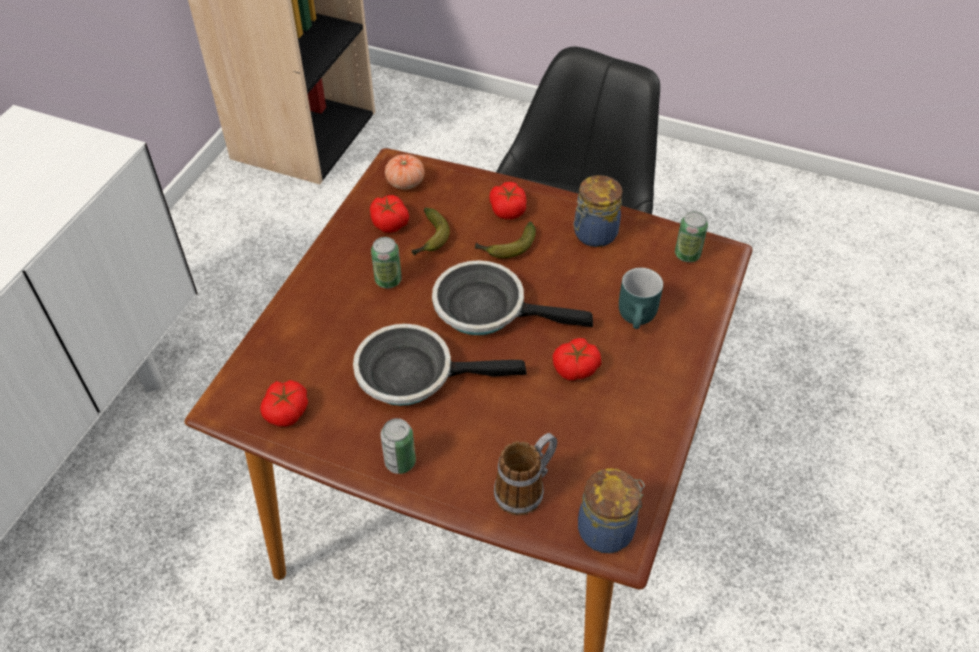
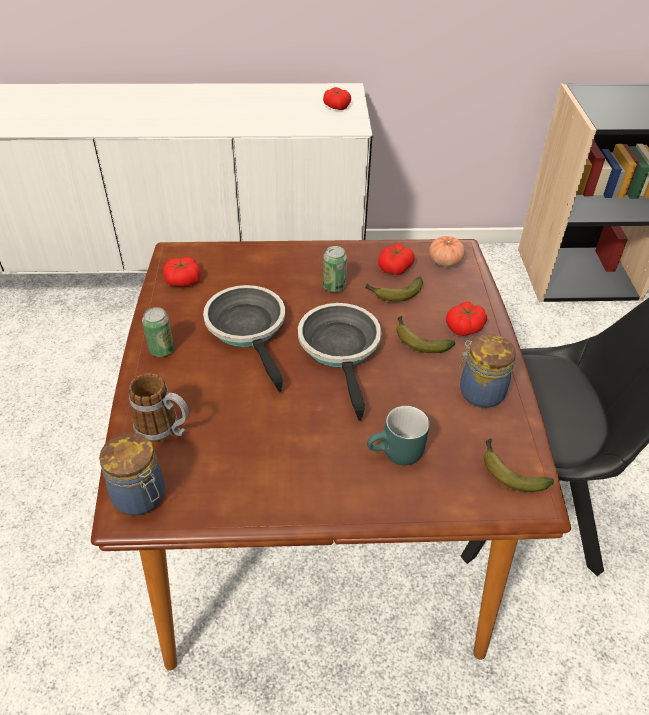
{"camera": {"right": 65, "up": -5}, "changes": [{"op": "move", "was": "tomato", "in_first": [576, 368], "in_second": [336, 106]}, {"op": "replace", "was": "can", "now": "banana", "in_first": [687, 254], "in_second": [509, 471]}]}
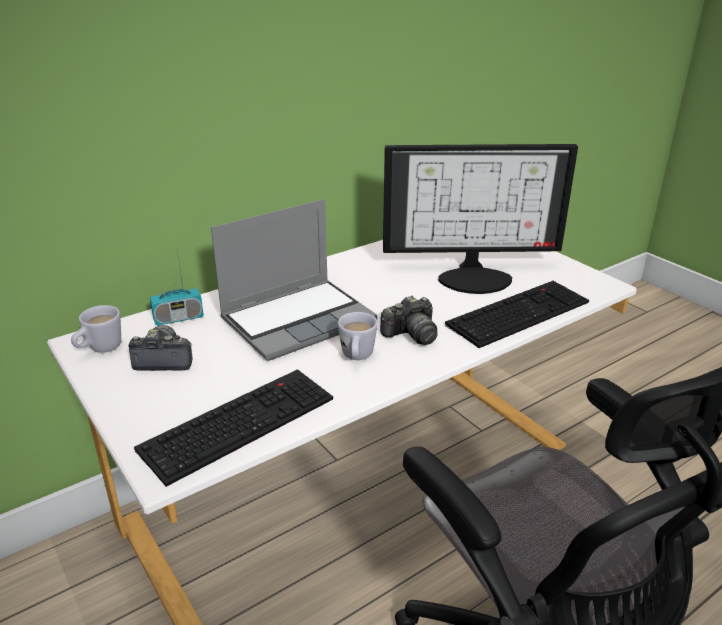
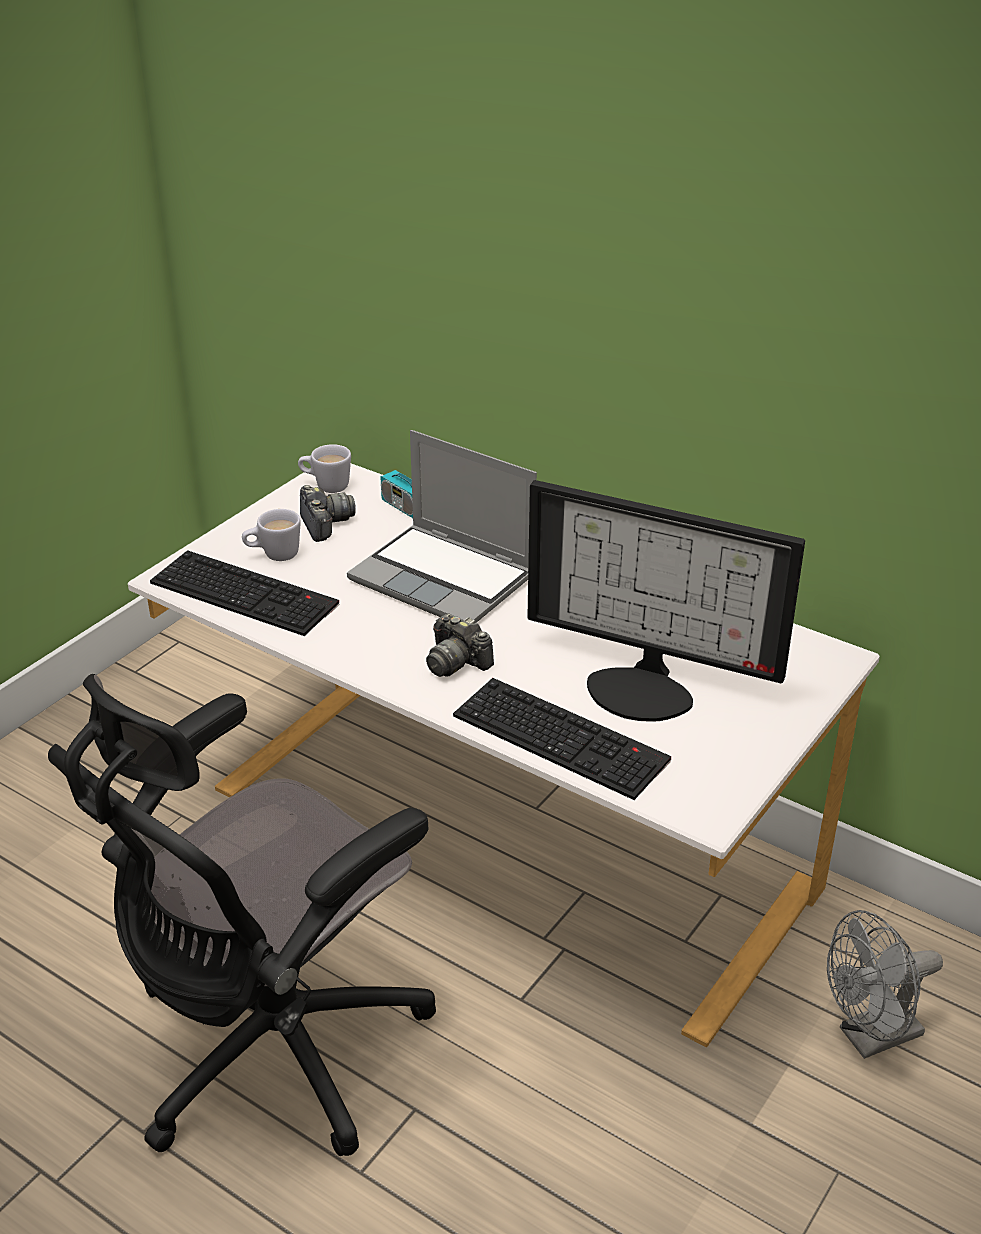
{"camera": {"right": 70, "up": 5}, "changes": [{"op": "move", "was": "white mug", "in_first": [357, 358], "in_second": [273, 555]}, {"op": "rotate", "was": "monitor", "in_first": [475, 276], "in_second": [644, 687], "clockwise": -45}, {"op": "insert", "now": "grey fan", "in_second": [870, 1038]}]}
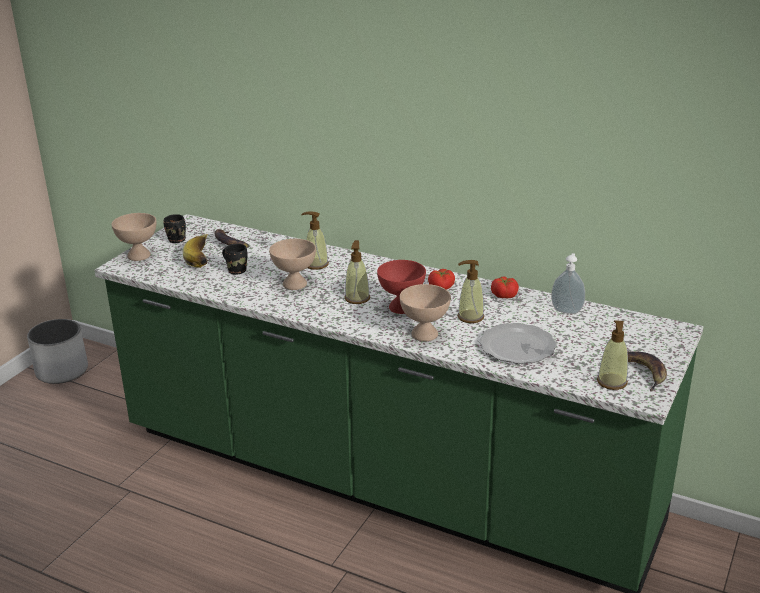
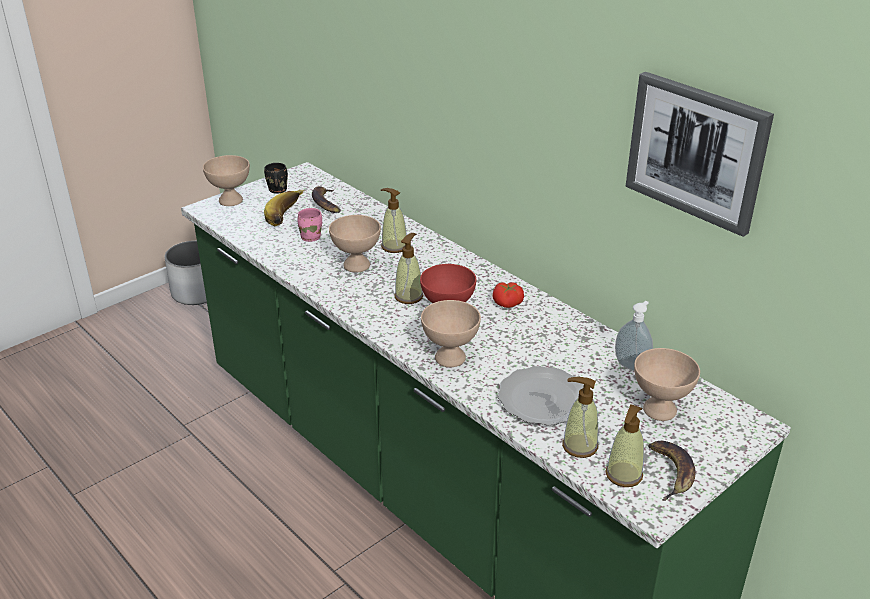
{"camera": {"right": 20, "up": 5}, "changes": [{"op": "recolor", "was": "black mug", "now": "pink mug", "in_first": [237, 270], "in_second": [311, 236]}, {"op": "move", "was": "soap dispenser", "in_first": [470, 317], "in_second": [579, 446]}, {"op": "insert", "now": "picture", "in_second": [696, 151]}, {"op": "insert", "now": "beige bowl", "in_second": [660, 410]}, {"op": "delete", "was": "tomato", "in_first": [504, 295]}]}
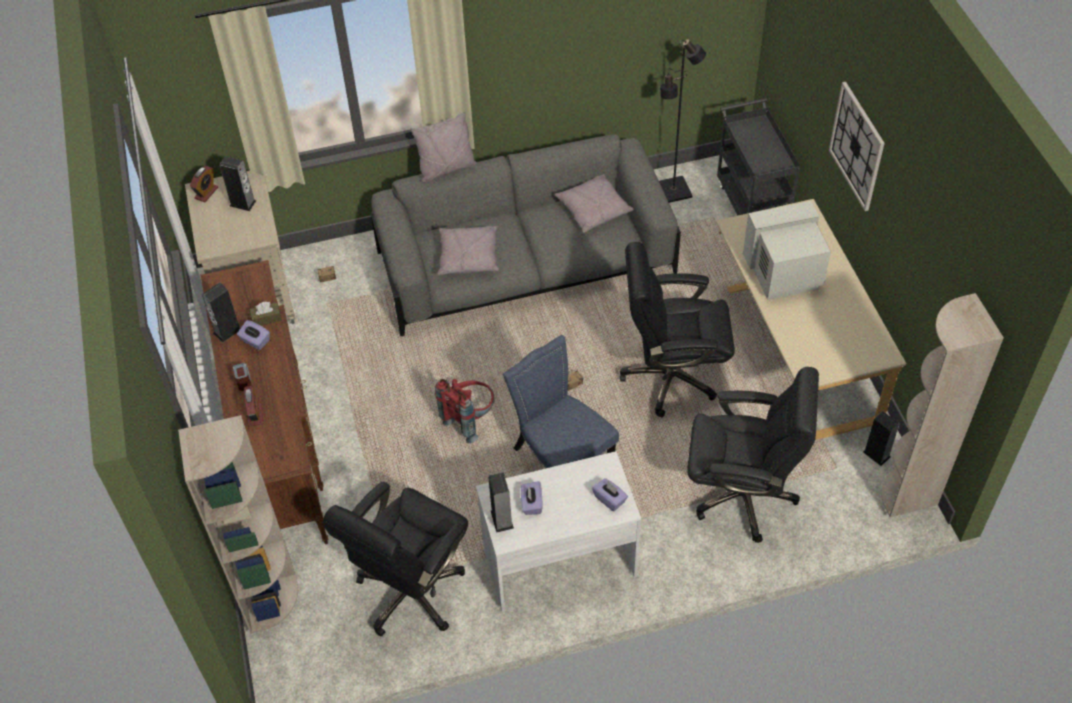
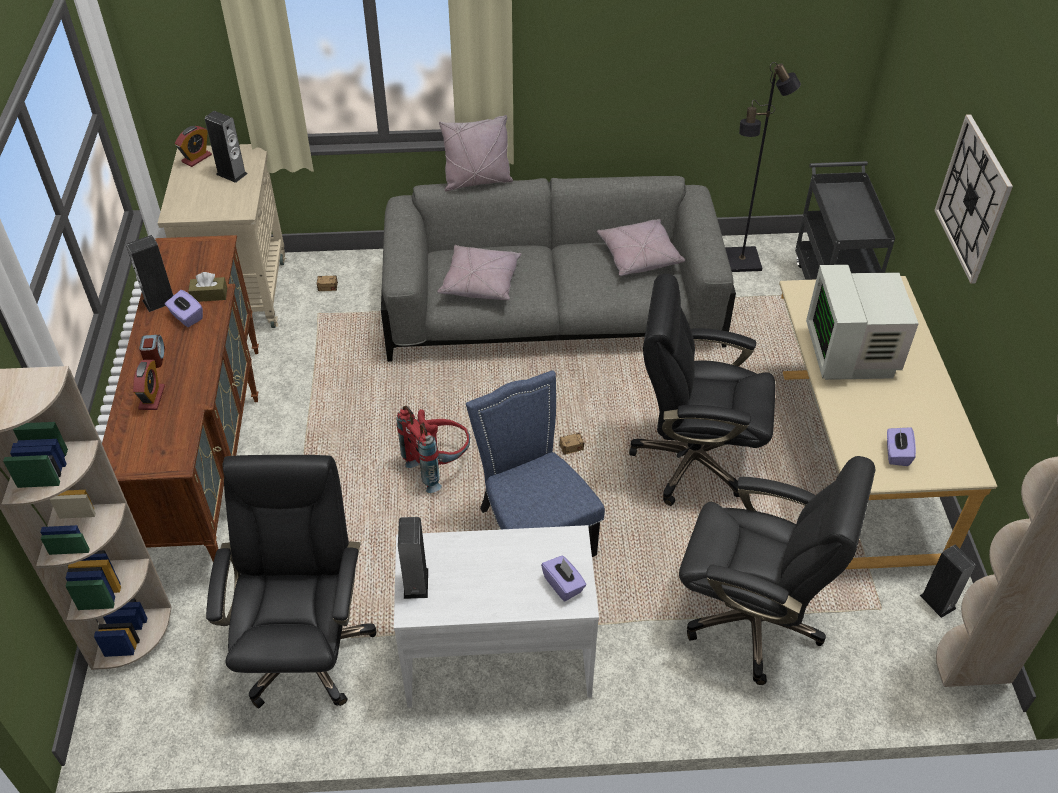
{"camera": {"right": 10, "up": -5}, "changes": [{"op": "rotate", "was": "black office chair", "in_first": [412, 589], "in_second": [306, 655], "clockwise": 135}, {"op": "rotate", "was": "monitor", "in_first": [783, 275], "in_second": [852, 354], "clockwise": -90}, {"op": "move", "was": "purple tissue box", "in_first": [531, 504], "in_second": [896, 454]}]}
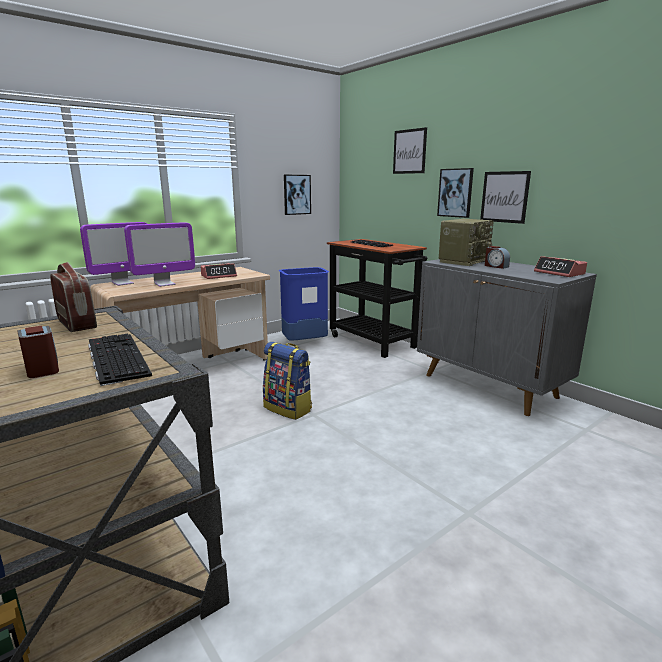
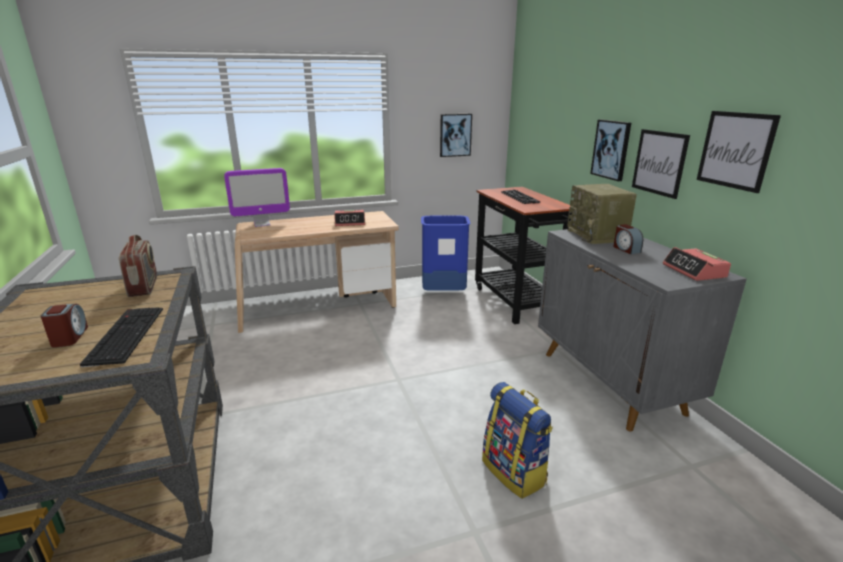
{"camera": {"right": 20, "up": 5}, "changes": [{"op": "move", "was": "backpack", "in_first": [288, 408], "in_second": [515, 472]}, {"op": "rotate", "was": "radio", "in_first": [463, 261], "in_second": [597, 236], "clockwise": 105}, {"op": "move", "was": "picture", "in_first": [409, 151], "in_second": [735, 150]}, {"op": "delete", "was": "monitor", "in_first": [165, 284]}]}
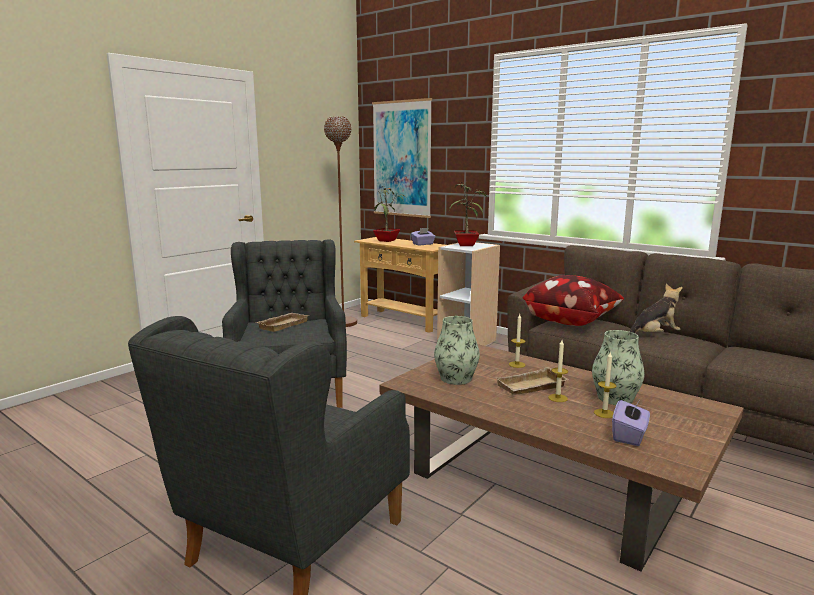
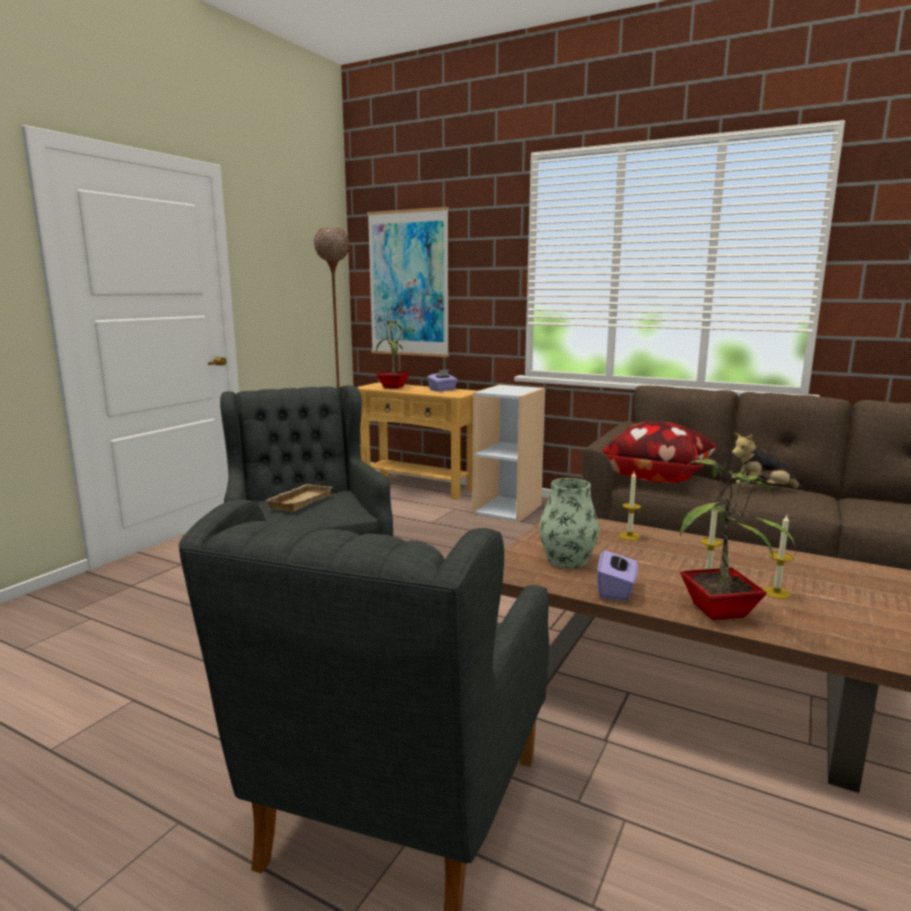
{"camera": {"right": -10, "up": 0}, "changes": [{"op": "move", "was": "purple tissue box", "in_first": [629, 436], "in_second": [616, 590]}, {"op": "move", "was": "potted plant", "in_first": [467, 245], "in_second": [722, 611]}, {"op": "rotate", "was": "plush toy", "in_first": [653, 335], "in_second": [761, 490], "clockwise": -150}, {"op": "delete", "was": "beige tray", "in_first": [531, 387]}, {"op": "delete", "was": "vase", "in_first": [615, 398]}]}
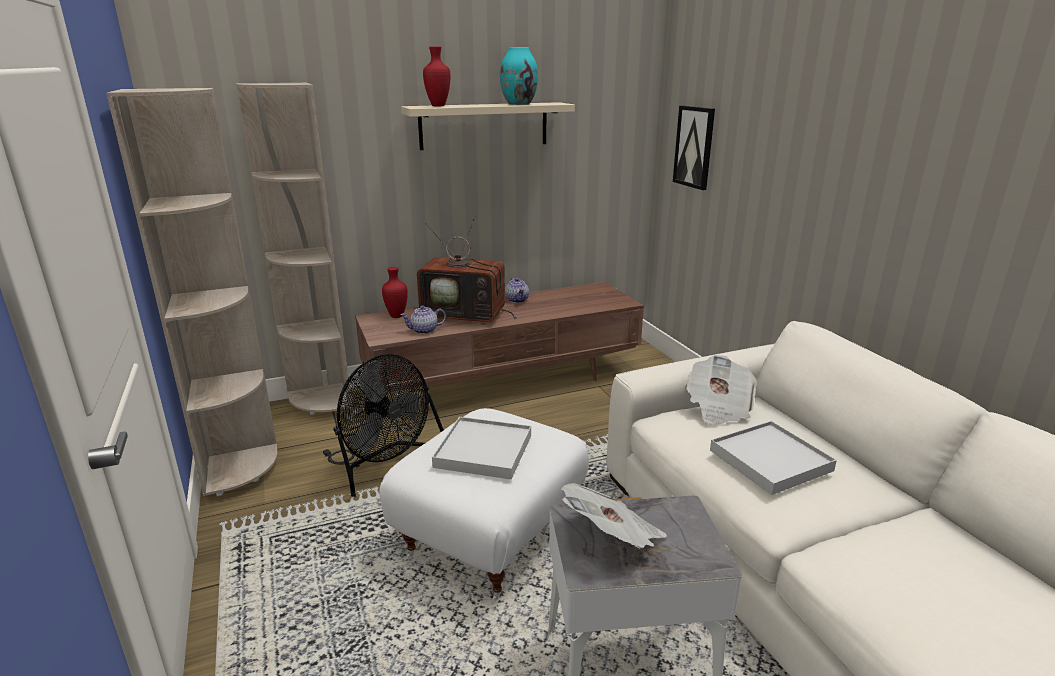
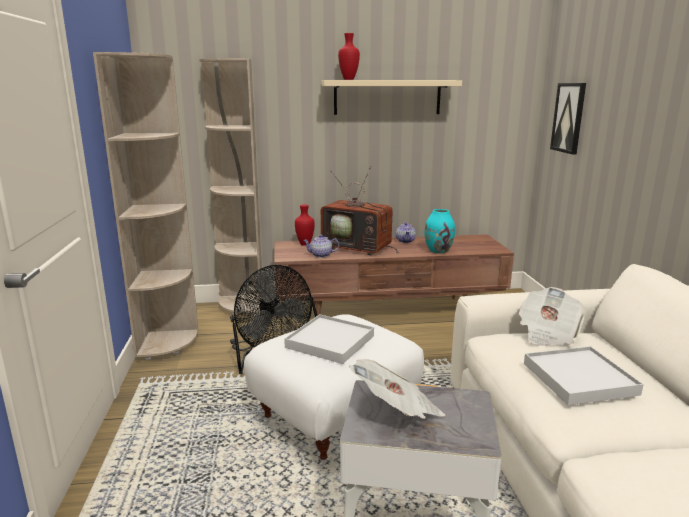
{"camera": {"right": 15, "up": -5}, "changes": [{"op": "move", "was": "turquoise vase", "in_first": [519, 104], "in_second": [438, 251]}]}
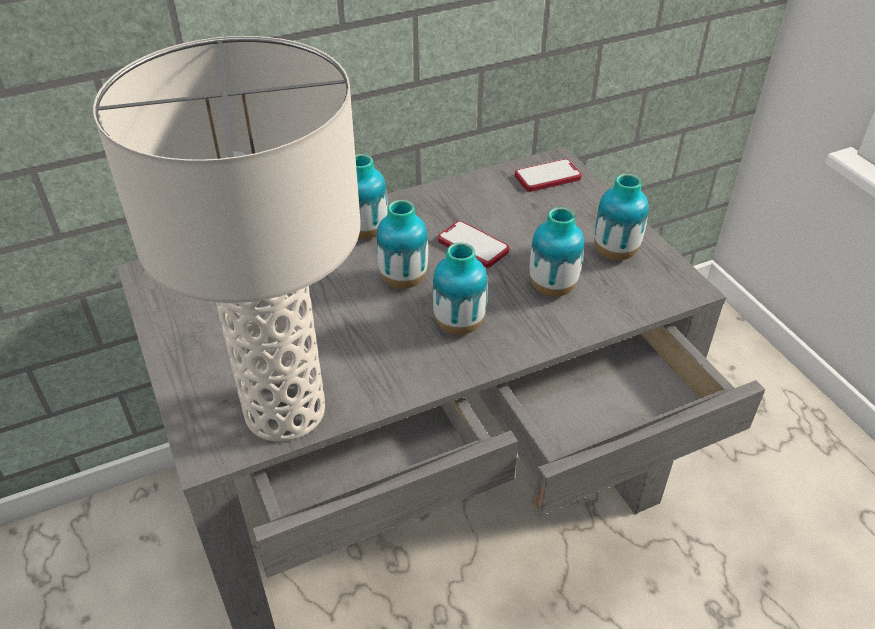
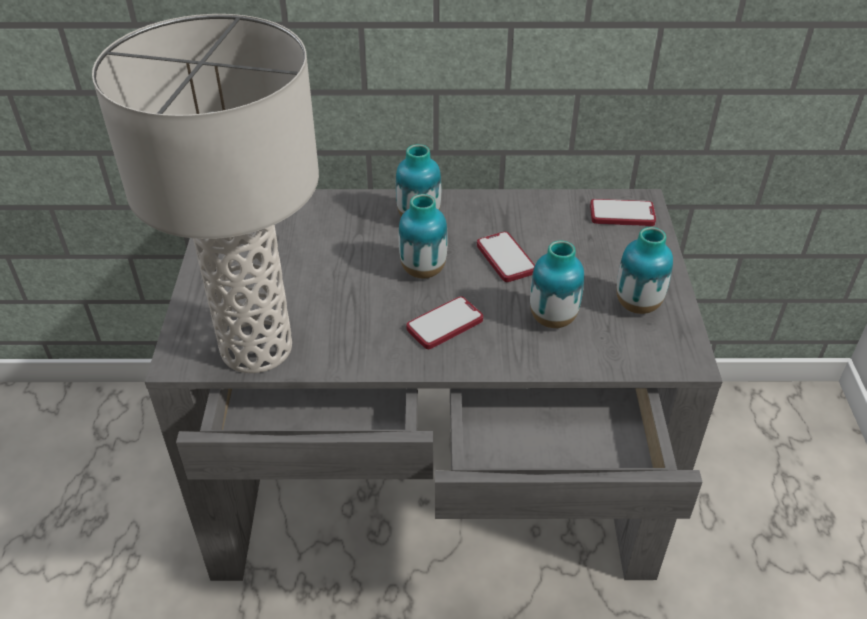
{"camera": {"right": 25, "up": 0}, "changes": [{"op": "replace", "was": "vase", "now": "phone", "in_first": [459, 325], "in_second": [445, 324]}]}
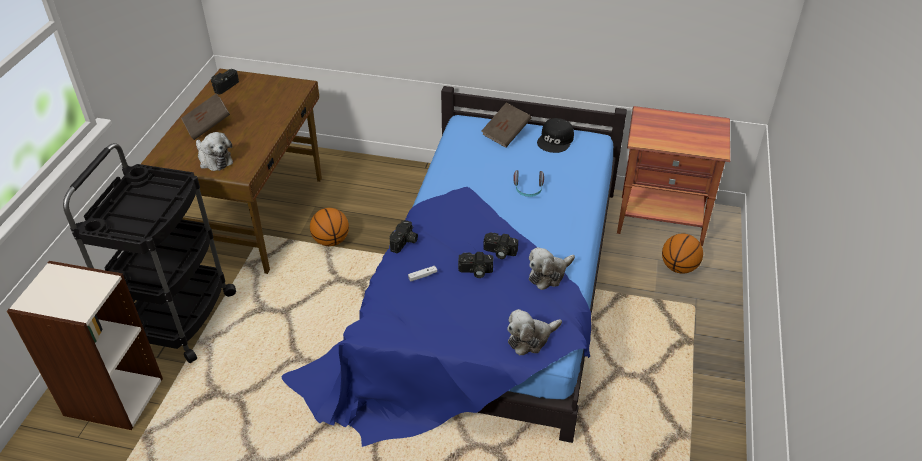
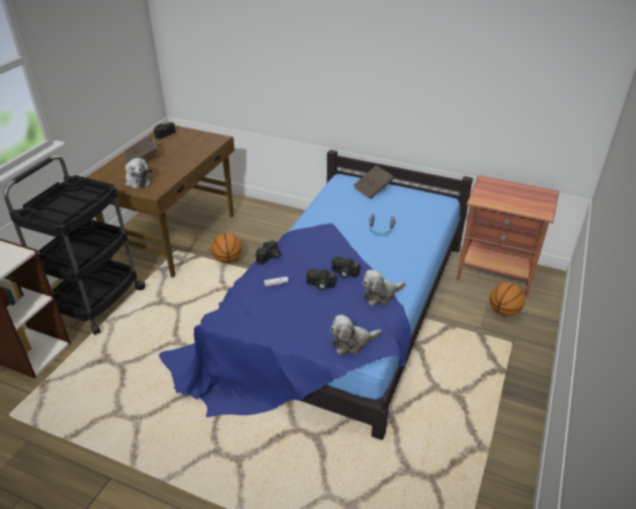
{"camera": {"right": 10, "up": -5}, "changes": [{"op": "delete", "was": "black cap", "in_first": [556, 140]}]}
